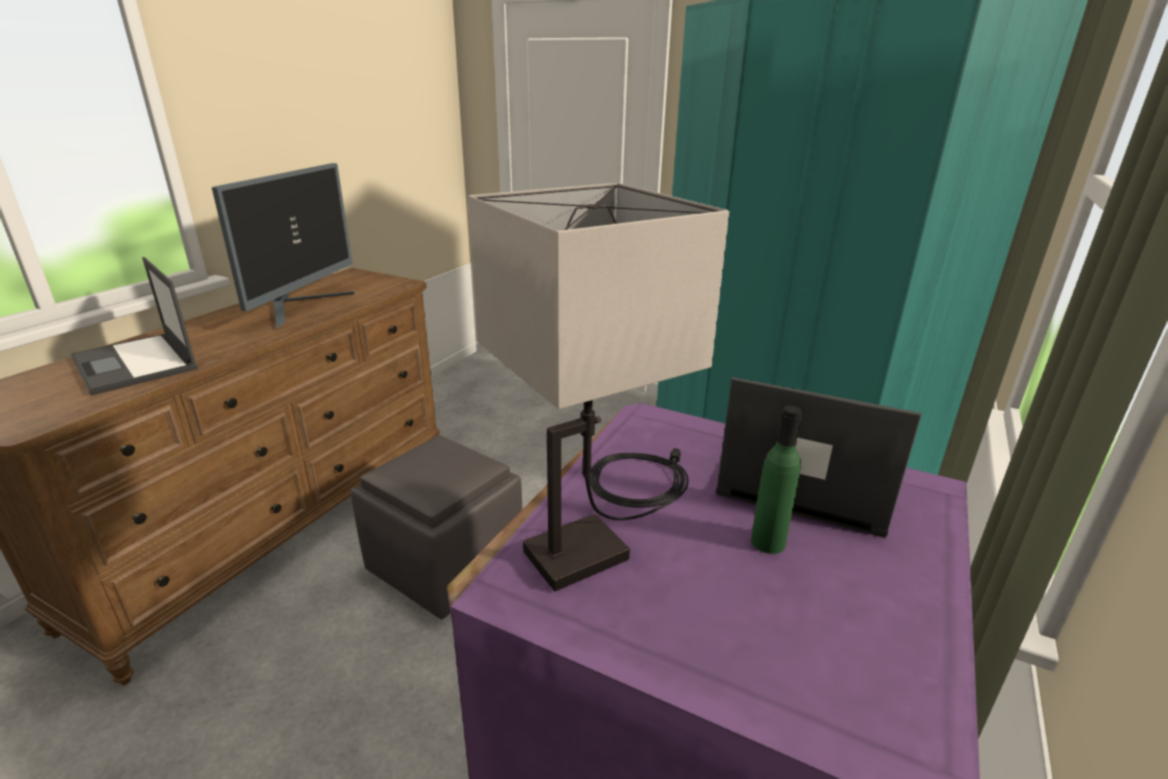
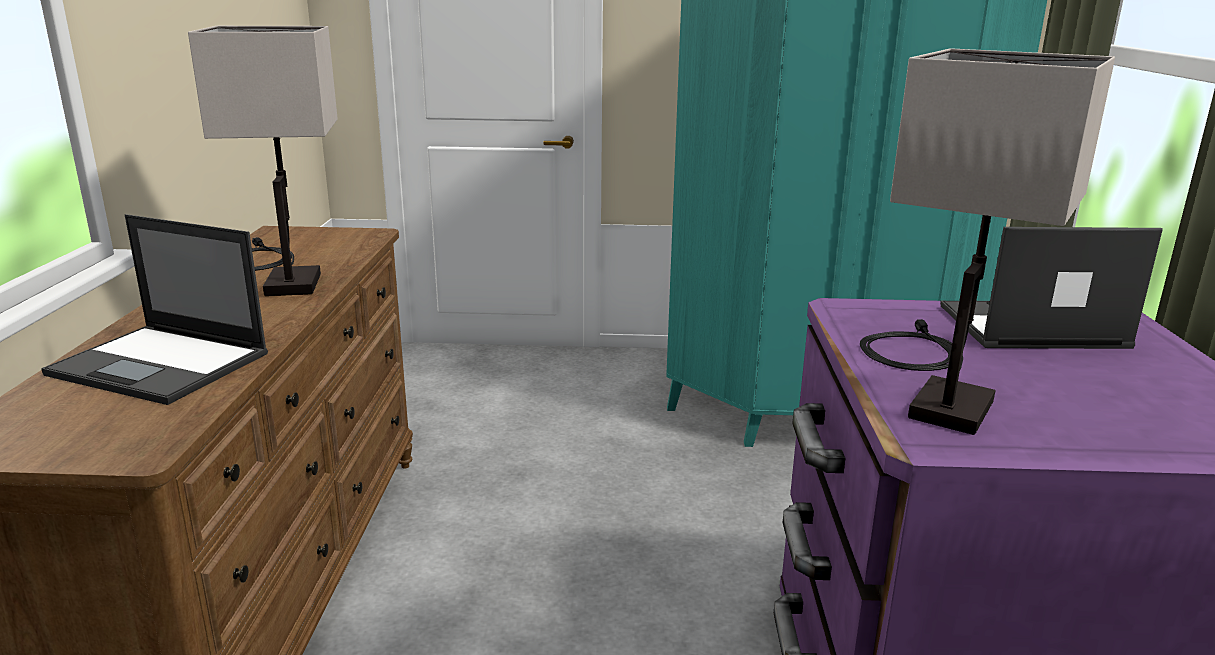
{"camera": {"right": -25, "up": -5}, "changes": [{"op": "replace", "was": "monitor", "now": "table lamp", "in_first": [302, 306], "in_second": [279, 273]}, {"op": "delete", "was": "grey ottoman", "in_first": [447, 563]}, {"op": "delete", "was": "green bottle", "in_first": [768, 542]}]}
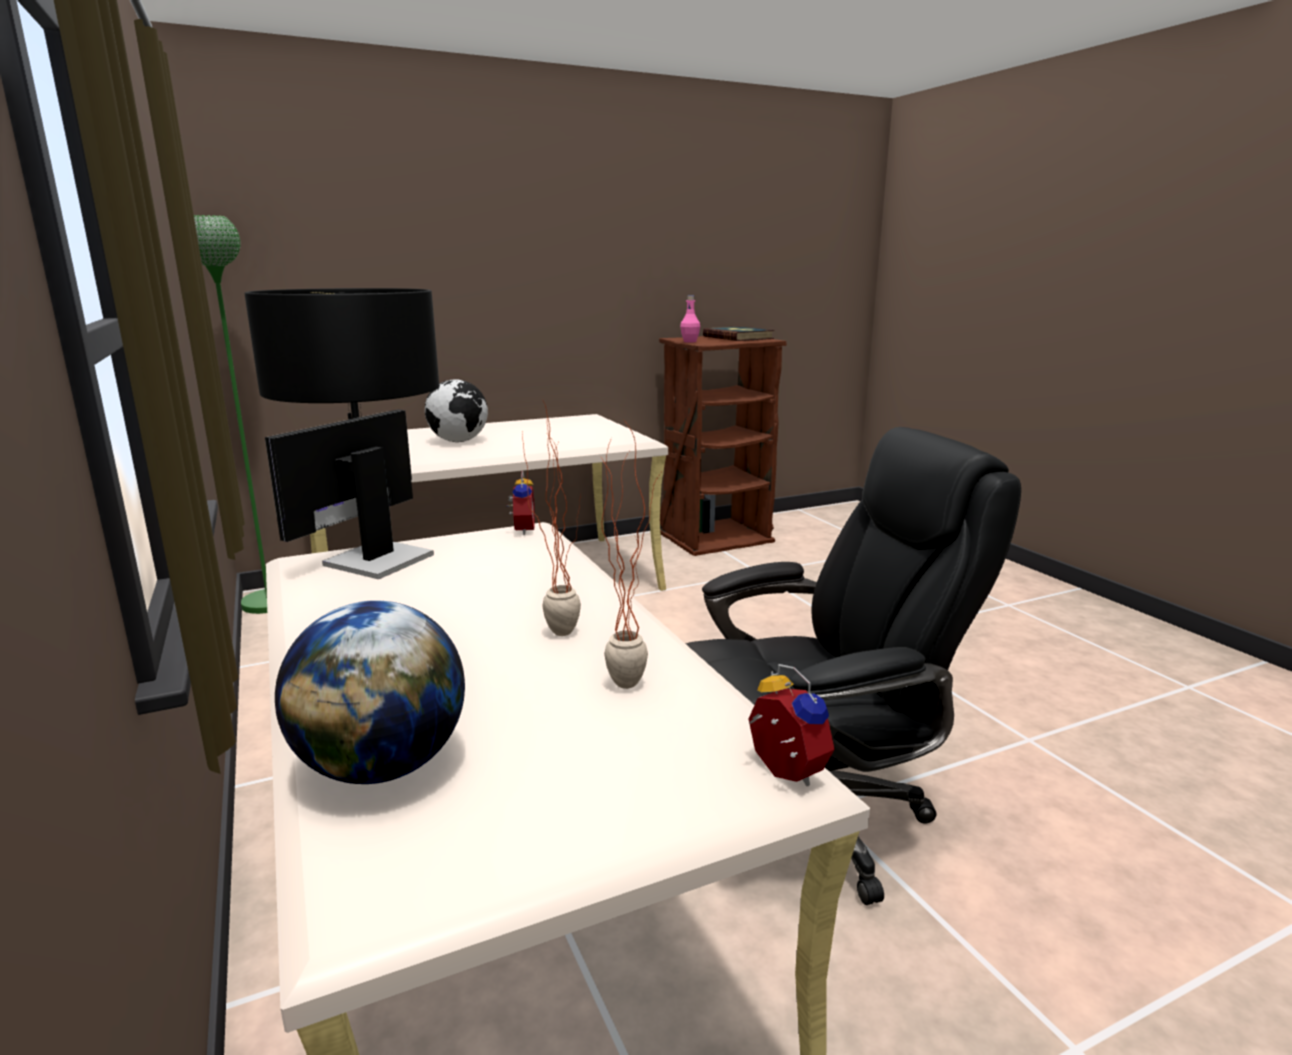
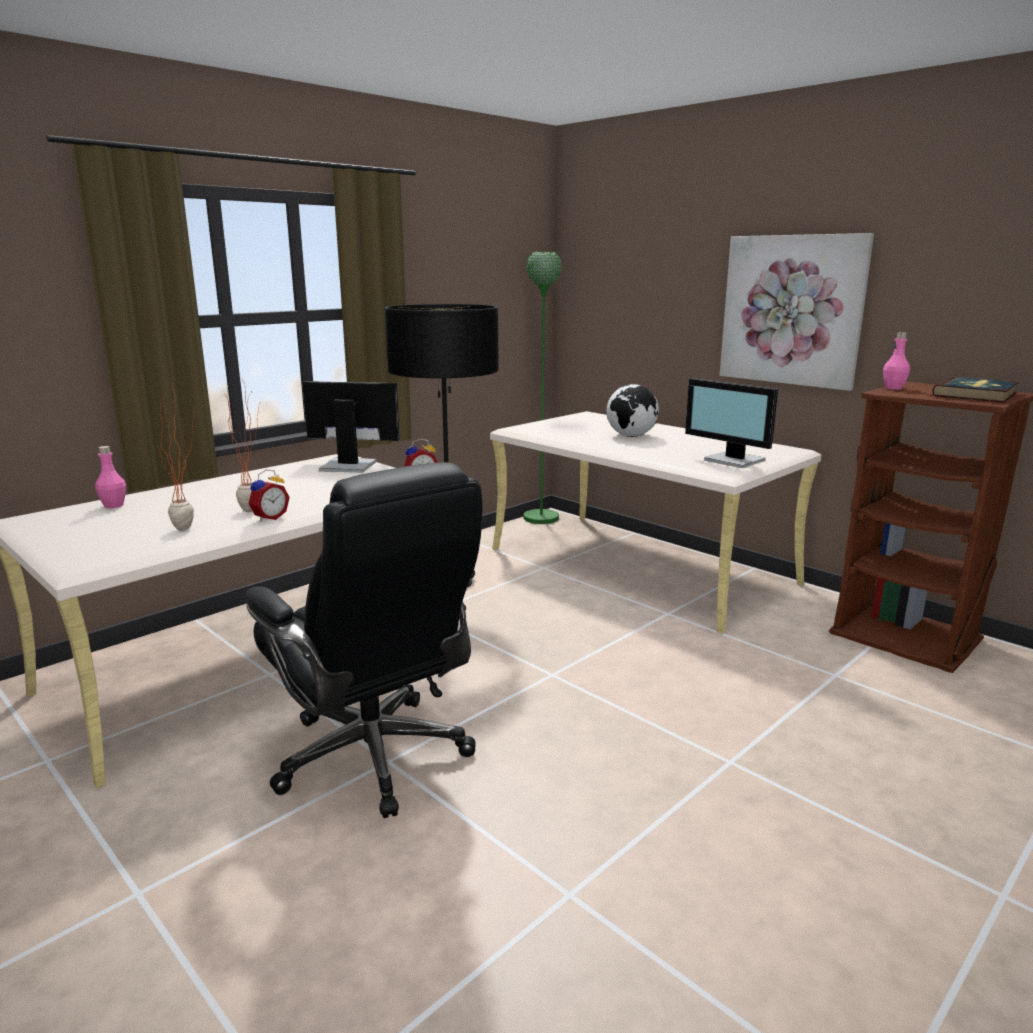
{"camera": {"right": 70, "up": 0}, "changes": [{"op": "replace", "was": "globe", "now": "pink bottle", "in_first": [382, 766], "in_second": [114, 505]}, {"op": "move", "was": "alarm clock", "in_first": [782, 773], "in_second": [269, 517]}, {"op": "insert", "now": "monitor", "in_second": [733, 461]}, {"op": "insert", "now": "picture", "in_second": [791, 310]}]}
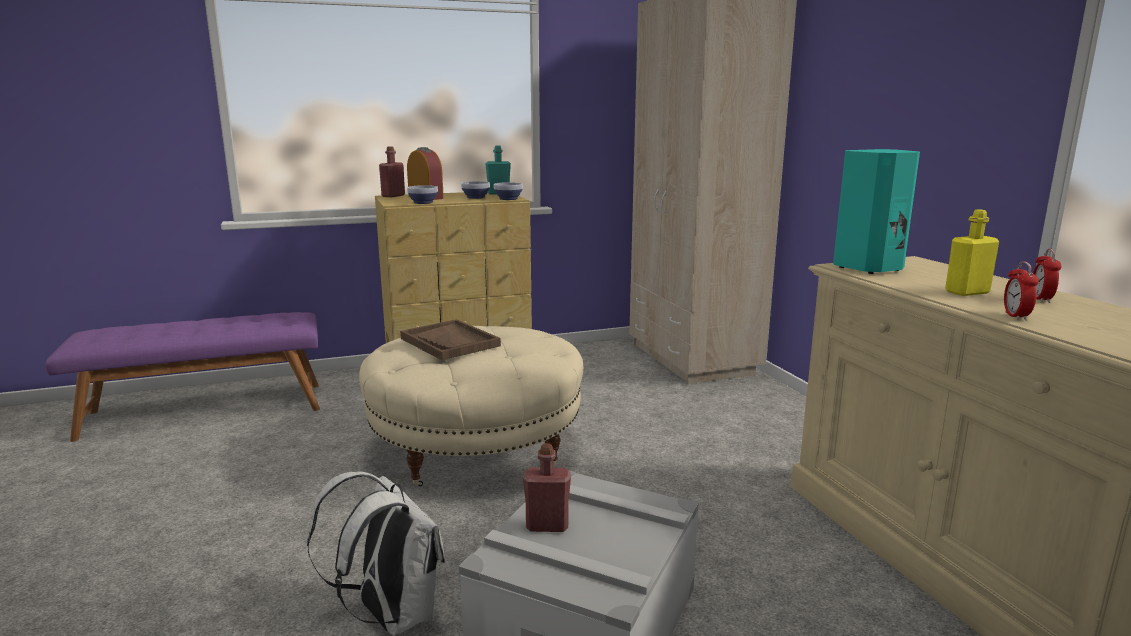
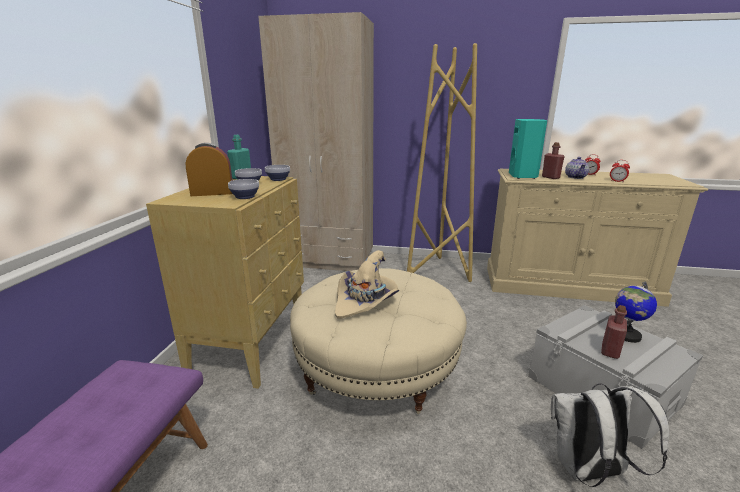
{"camera": {"right": -60, "up": 5}, "changes": [{"op": "replace", "was": "brown tray", "now": "beige hat", "in_first": [450, 342], "in_second": [365, 301]}, {"op": "insert", "now": "yellow clothes rack", "in_second": [439, 272]}, {"op": "move", "was": "red bottle", "in_first": [393, 196], "in_second": [550, 177]}, {"op": "replace", "was": "yellow bottle", "now": "teapot", "in_first": [967, 292], "in_second": [575, 177]}, {"op": "insert", "now": "globe", "in_second": [626, 335]}]}
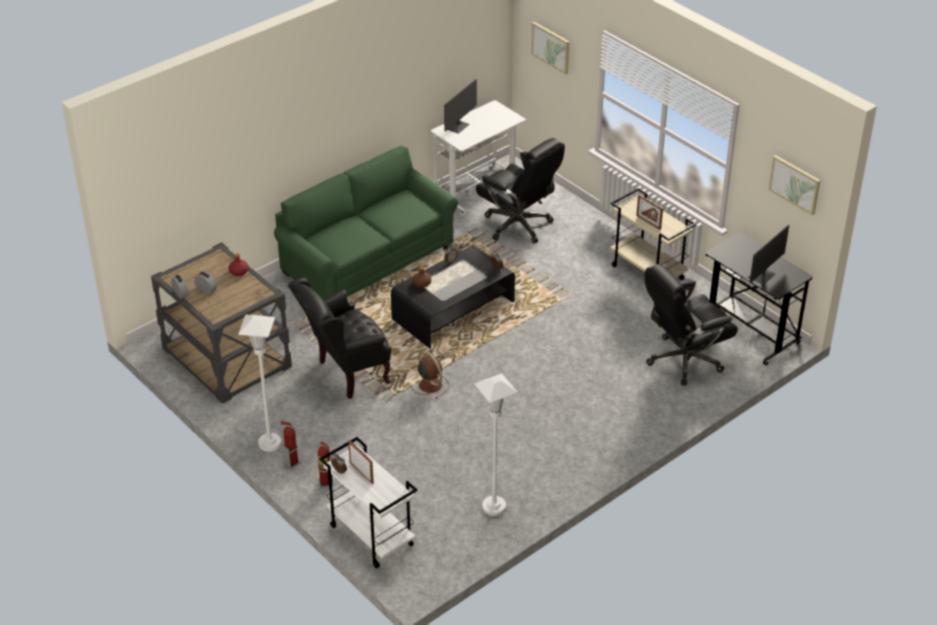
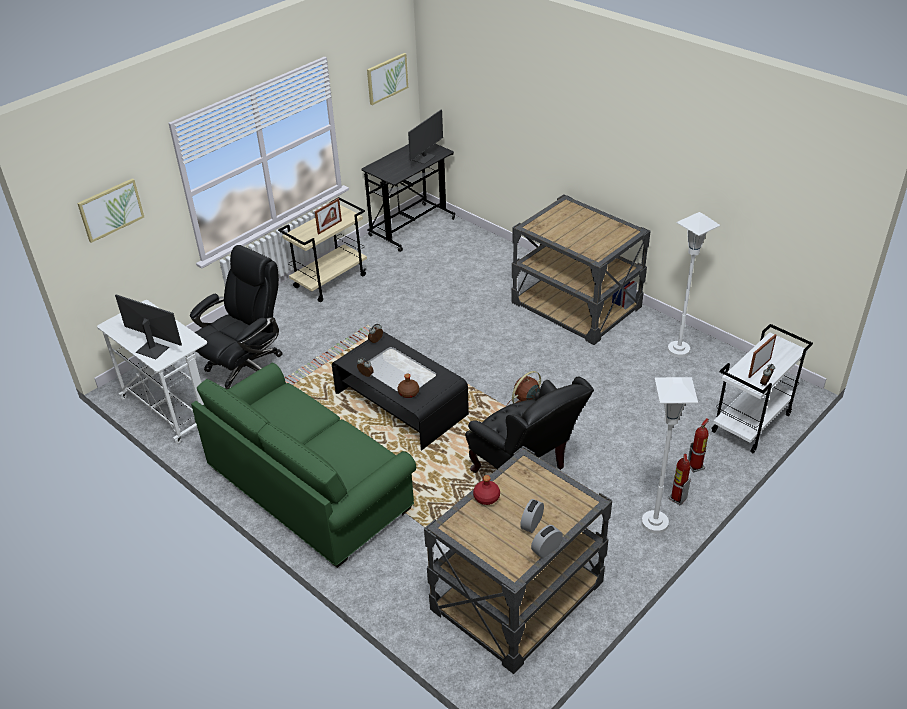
{"camera": {"right": -95, "up": 0}, "changes": [{"op": "rotate", "was": "monitor", "in_first": [762, 276], "in_second": [424, 158], "clockwise": 90}, {"op": "insert", "now": "bookcase", "in_second": [576, 304]}, {"op": "delete", "was": "black office chair", "in_first": [684, 360]}]}
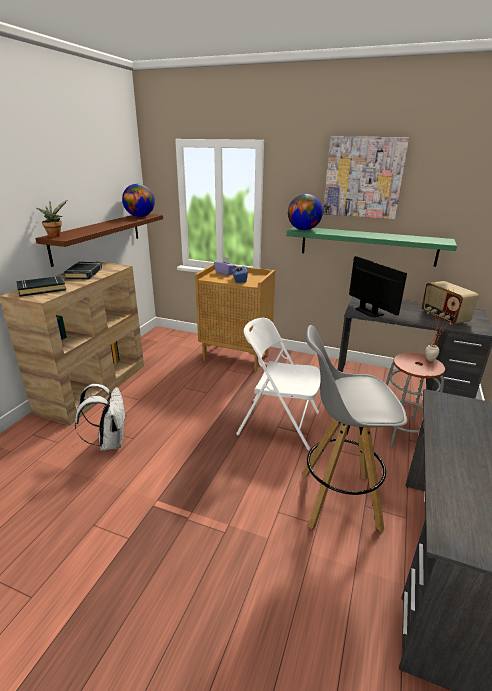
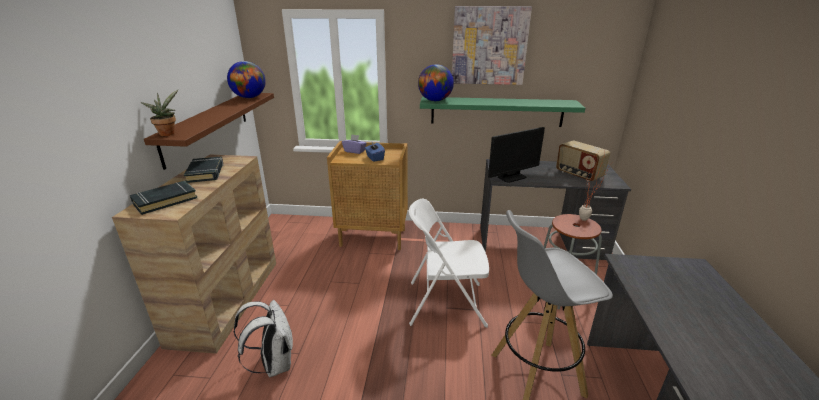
{"camera": {"right": -15, "up": 0}, "changes": [{"op": "rotate", "was": "monitor", "in_first": [369, 311], "in_second": [512, 177], "clockwise": 105}]}
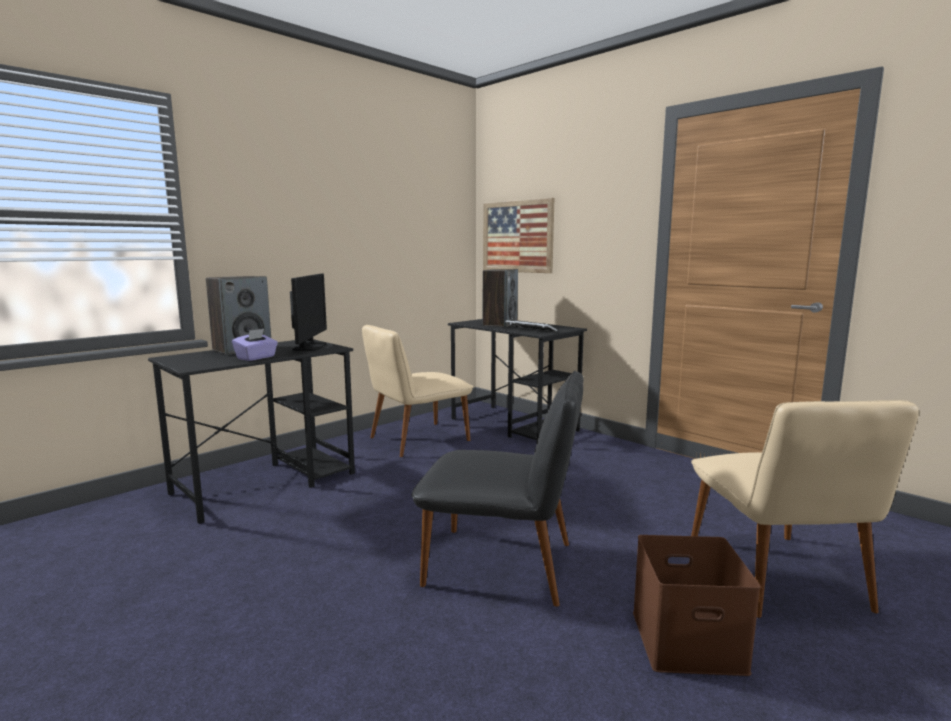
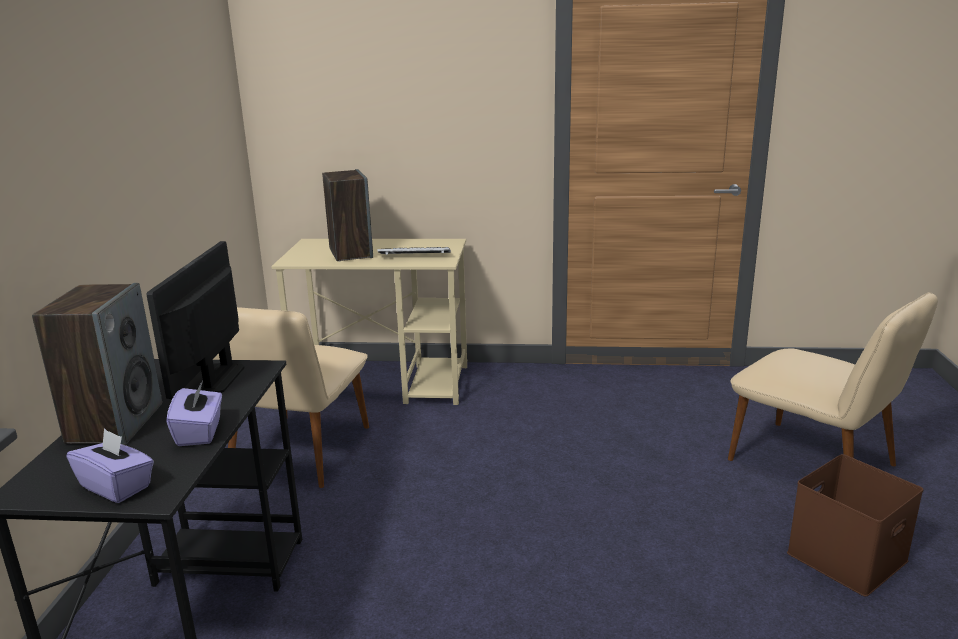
{"camera": {"right": -40, "up": 10}, "changes": [{"op": "insert", "now": "purple tissue box", "in_second": [117, 486]}, {"op": "rotate", "was": "monitor", "in_first": [309, 347], "in_second": [214, 379], "clockwise": -135}, {"op": "recolor", "was": "black desk", "now": "beige desk", "in_first": [514, 425], "in_second": [385, 383]}, {"op": "delete", "was": "black chair", "in_first": [499, 564]}, {"op": "delete", "was": "picture", "in_first": [517, 236]}]}
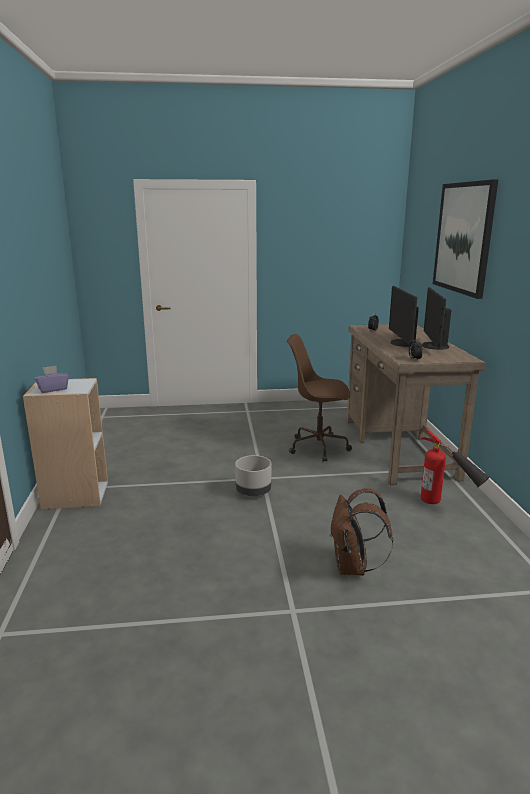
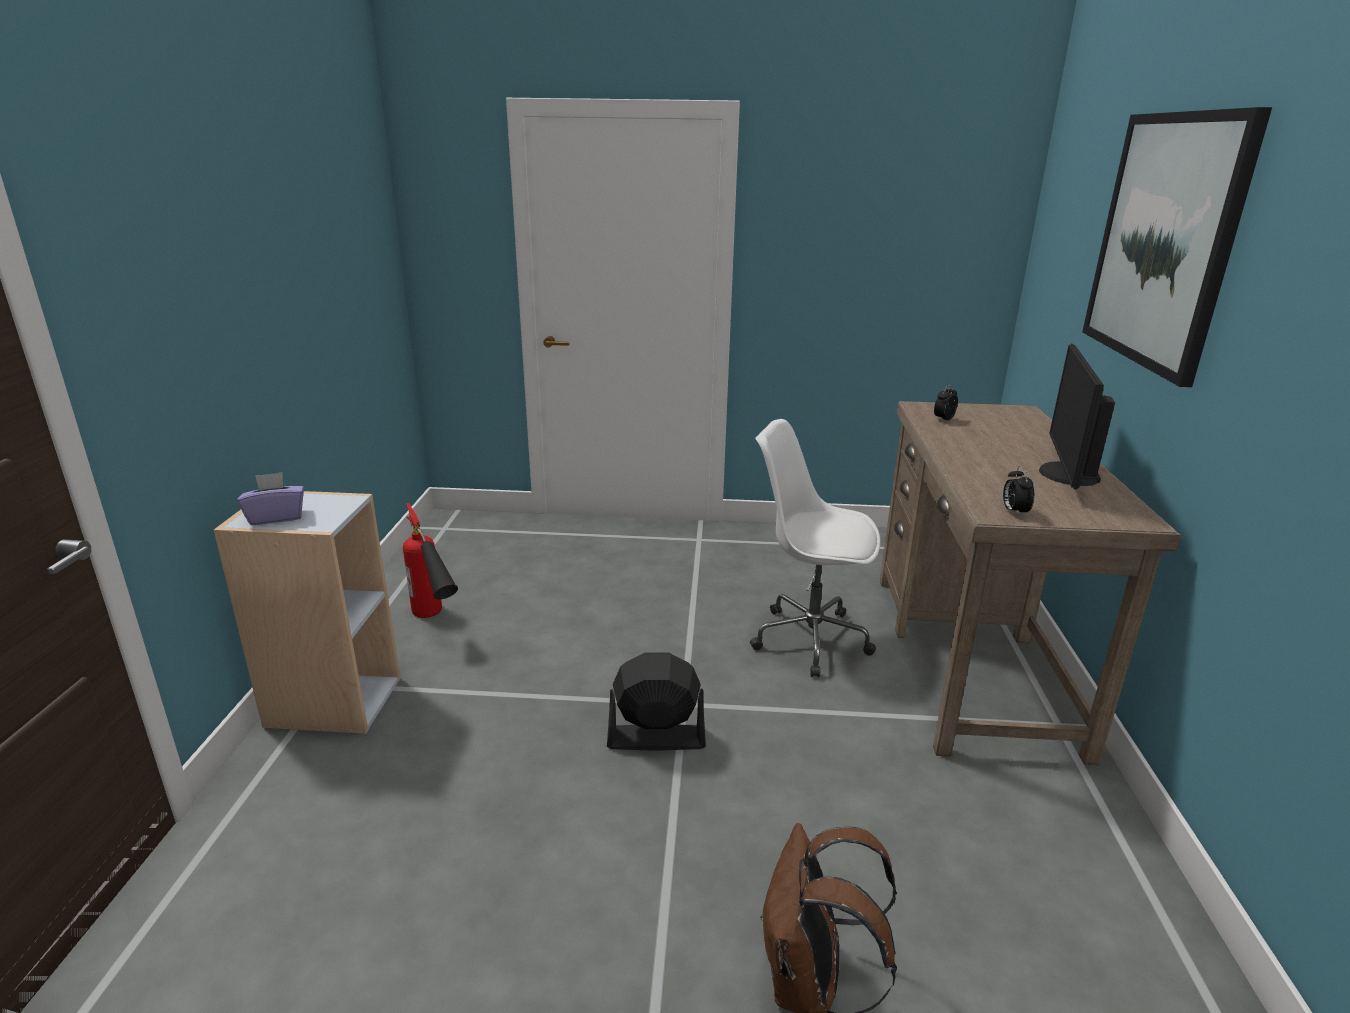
{"camera": {"right": 10, "up": 5}, "changes": [{"op": "move", "was": "fire extinguisher", "in_first": [447, 506], "in_second": [436, 623]}, {"op": "replace", "was": "grey planter", "now": "black fan", "in_first": [253, 492], "in_second": [655, 737]}, {"op": "recolor", "was": "brown office chair", "now": "white office chair", "in_first": [317, 447], "in_second": [807, 639]}, {"op": "delete", "was": "monitor", "in_first": [402, 343]}]}
